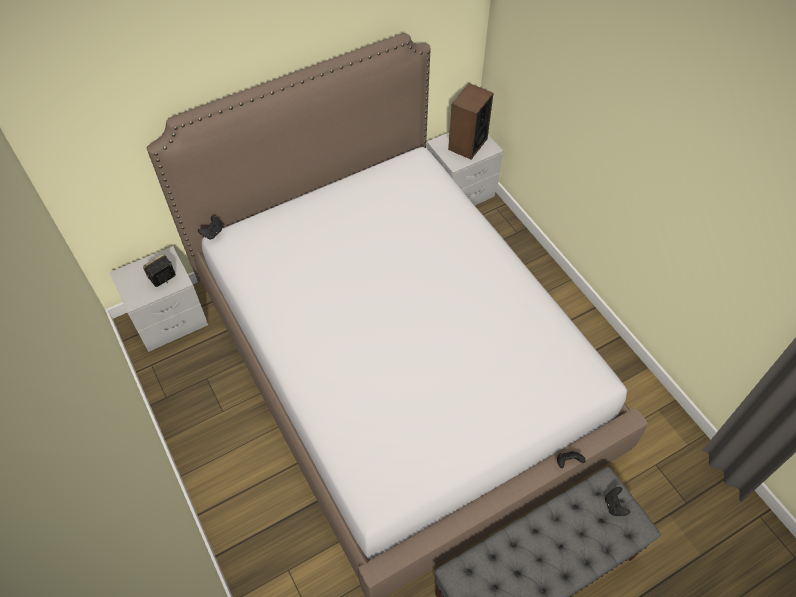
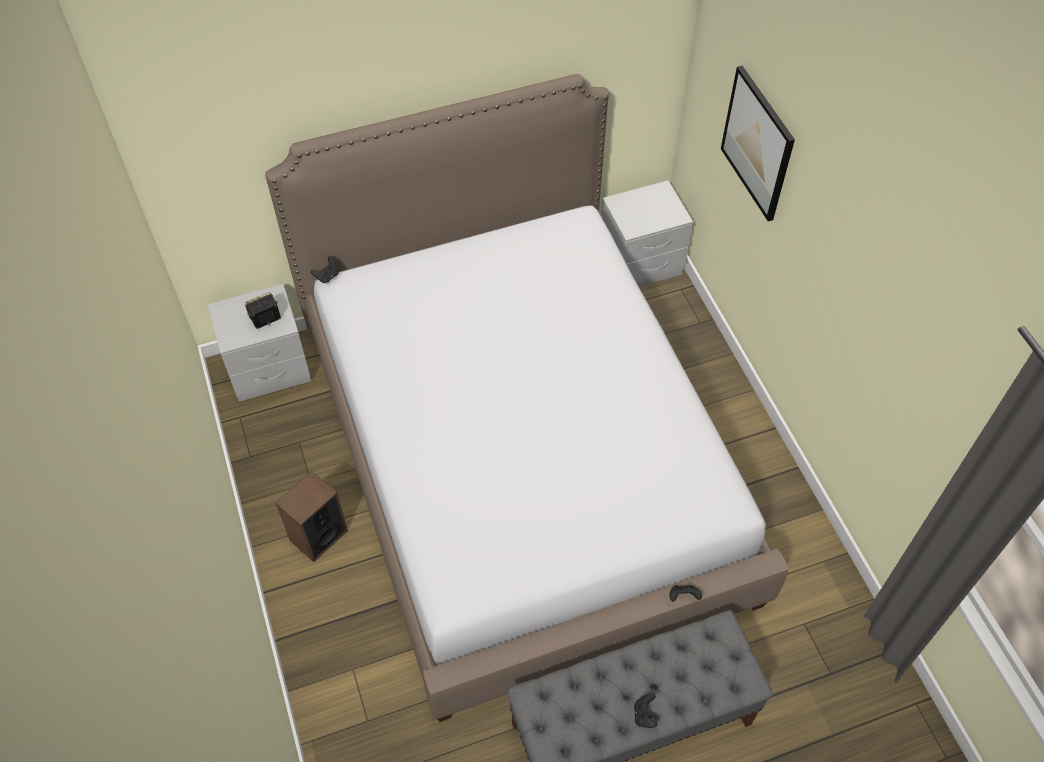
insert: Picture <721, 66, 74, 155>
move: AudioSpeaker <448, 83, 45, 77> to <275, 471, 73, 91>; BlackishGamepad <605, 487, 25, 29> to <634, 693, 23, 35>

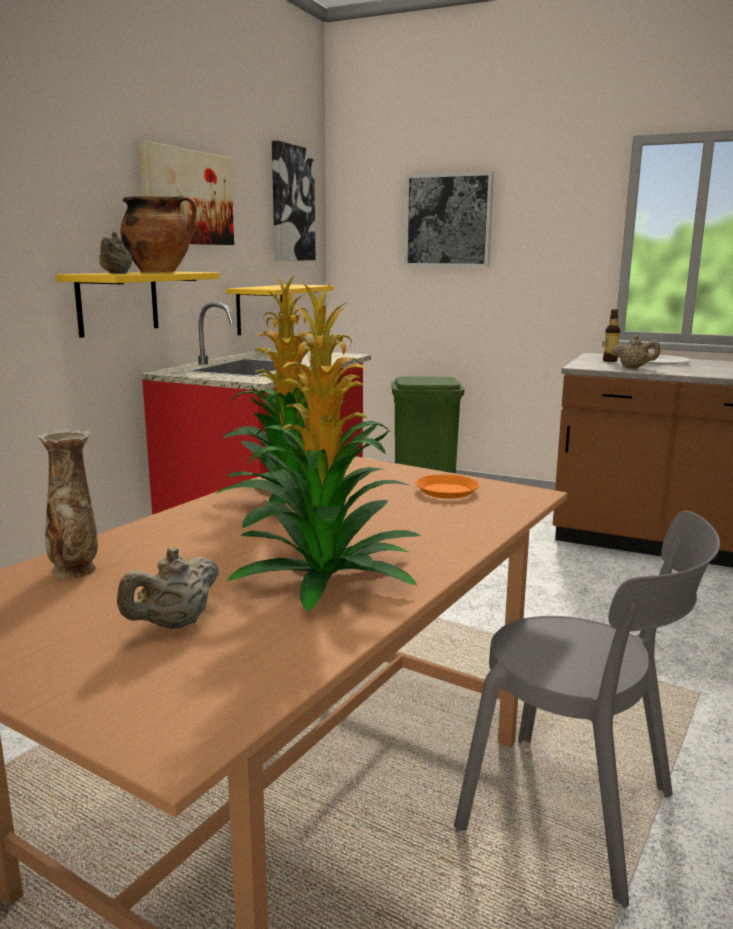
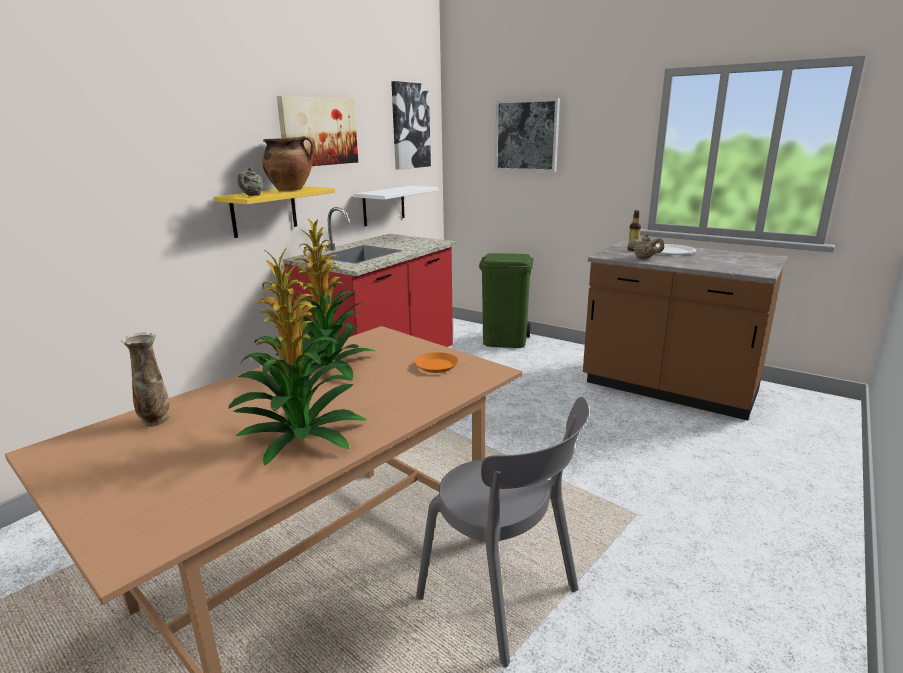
delete: SandColouredTeapot <117, 547, 102, 82>
recolor: YellowishWallShelf <226, 284, 108, 51> to WhitishWallShelf <354, 186, 85, 40>

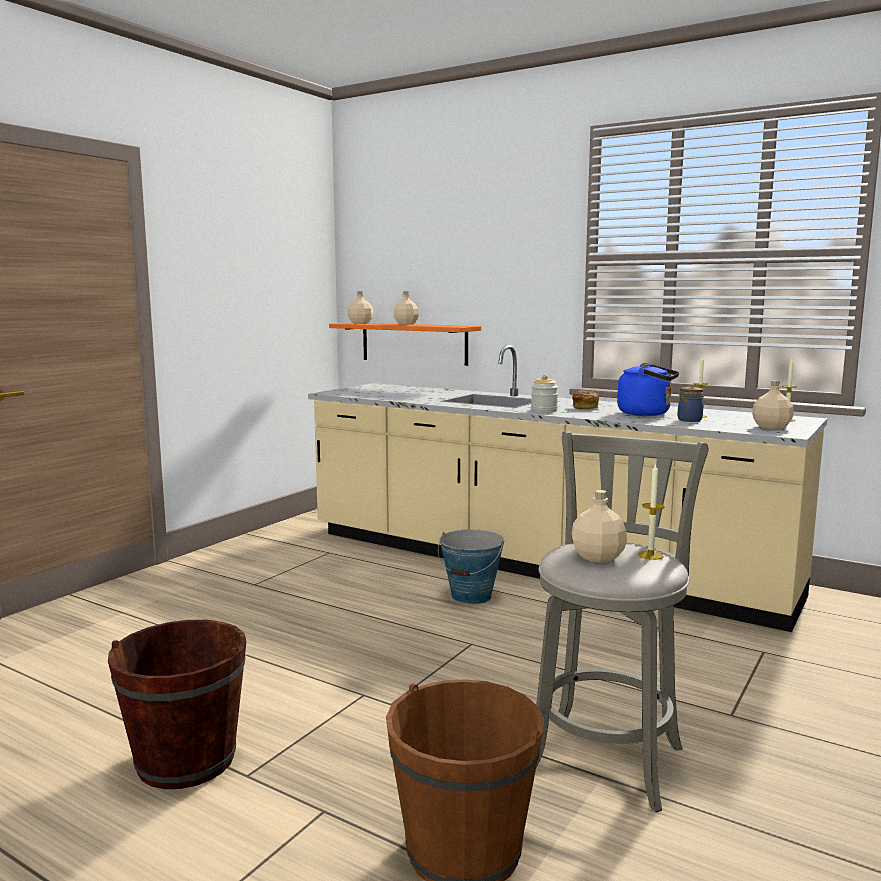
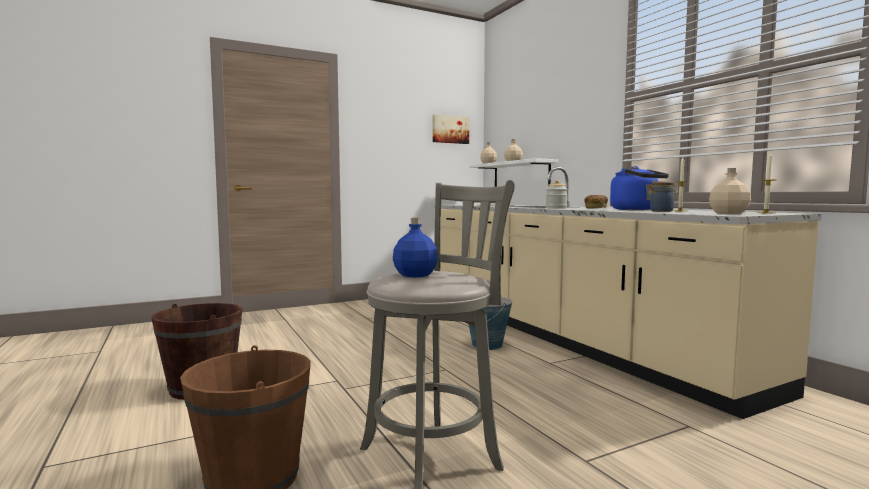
delete: WaxLight <638, 463, 27, 97>
insert: Picture <433, 114, 36, 30>
recolor: SandColouredDrinkBottle <571, 490, 56, 73> to BlueDrinkBottle <393, 218, 45, 59>; OrangeWallShelf <329, 323, 152, 43> to WhitishWallShelf <469, 158, 90, 29>

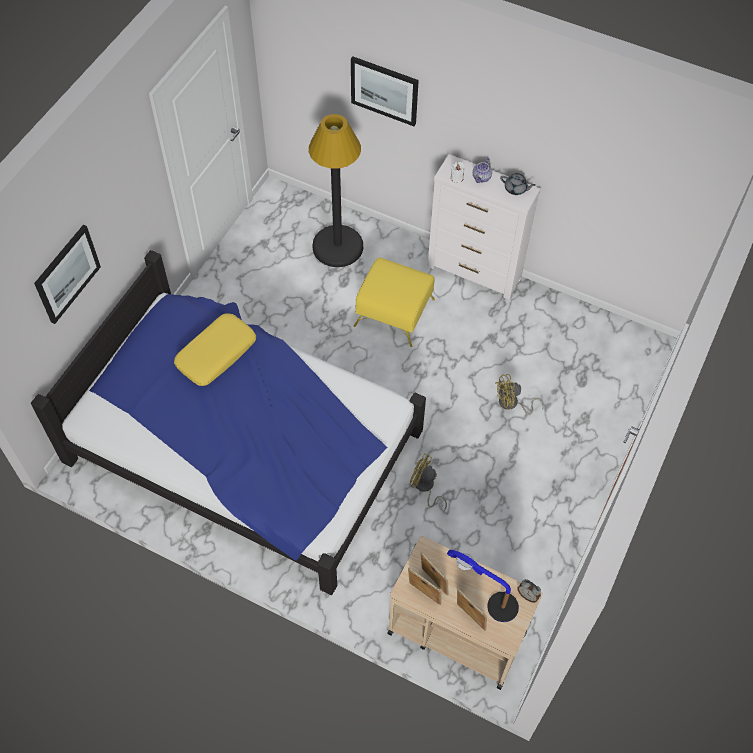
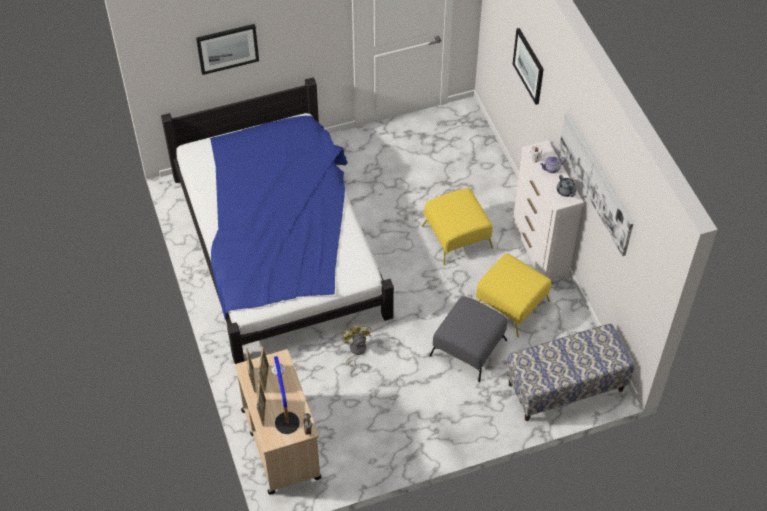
delete: YellowishThrowPillow <174, 313, 82, 73>; BlackishFloorLamp <309, 114, 54, 153>
insert: YellowishOttoman <475, 253, 76, 84>; LongSeat <506, 324, 128, 97>; Picture <560, 112, 73, 144>
replace: YellowishFan <495, 374, 49, 41> to GrayOttoman <430, 296, 77, 86>

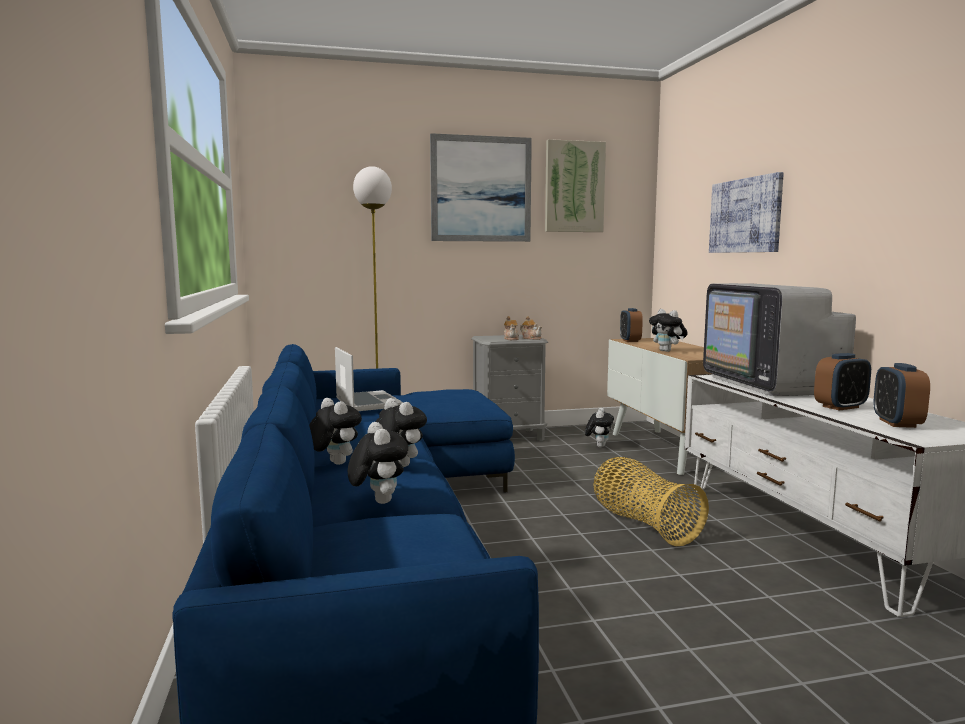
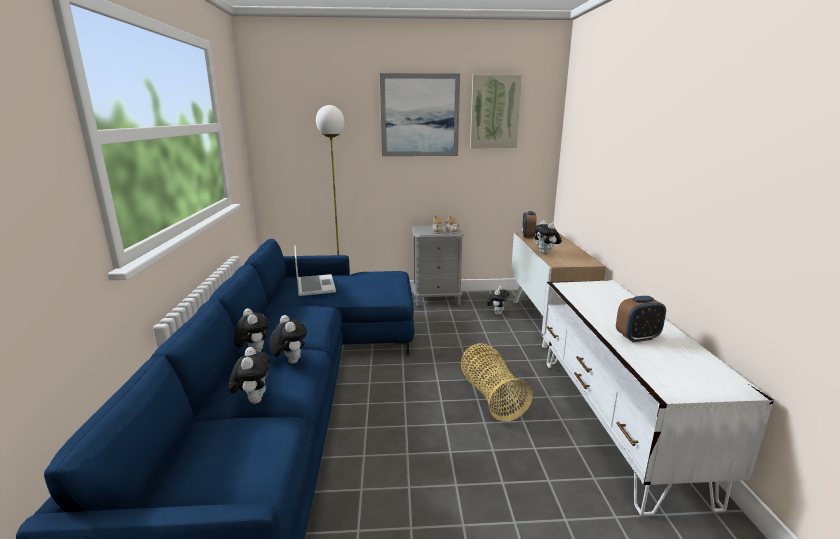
delete: TvSet <703, 283, 153, 113>; Picture <709, 172, 75, 81>; TableClock <873, 363, 57, 65>

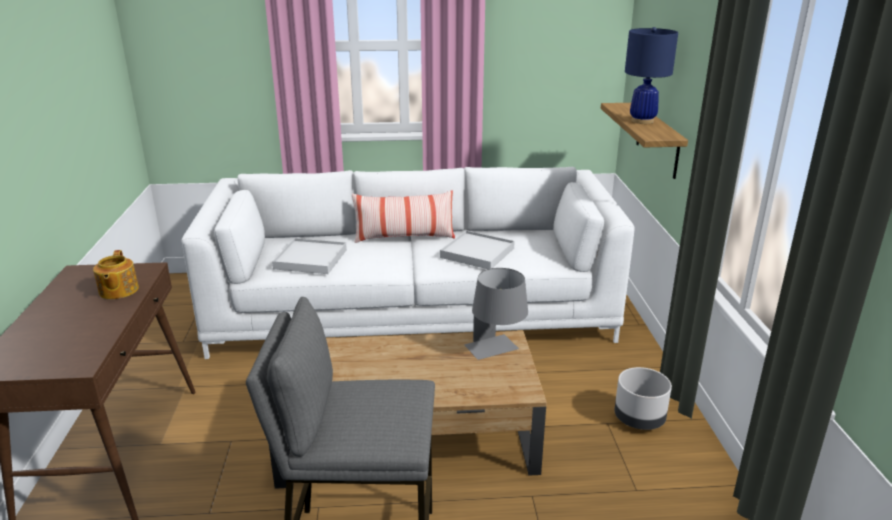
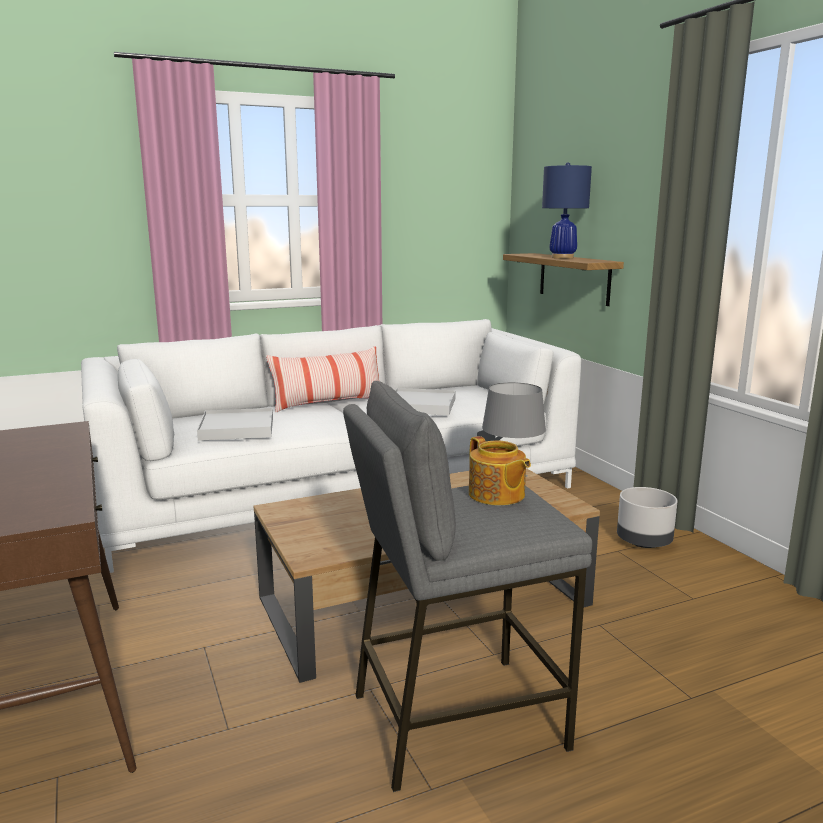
move: Teapot <93, 250, 46, 49> to <469, 436, 62, 70>

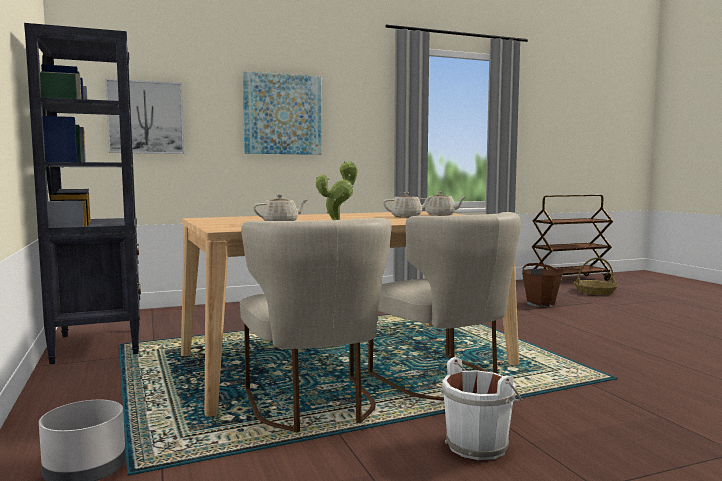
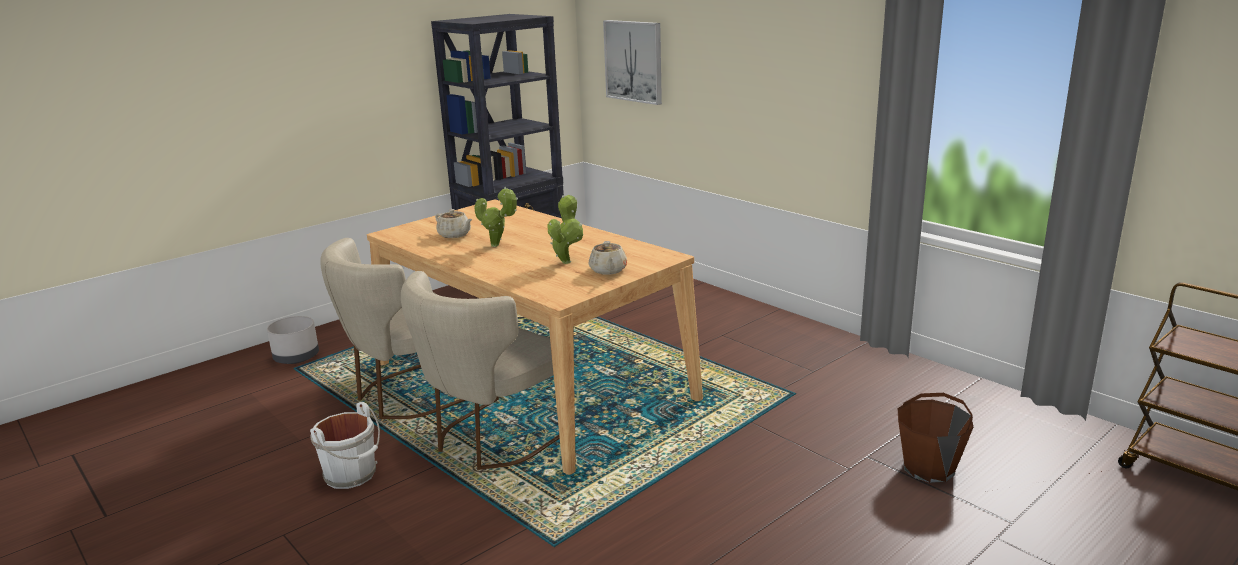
delete: Picture <243, 71, 79, 84>; Basket <574, 257, 44, 38>
replace: SandColouredTeapot <383, 192, 49, 25> to PottedPlant <548, 195, 35, 69>

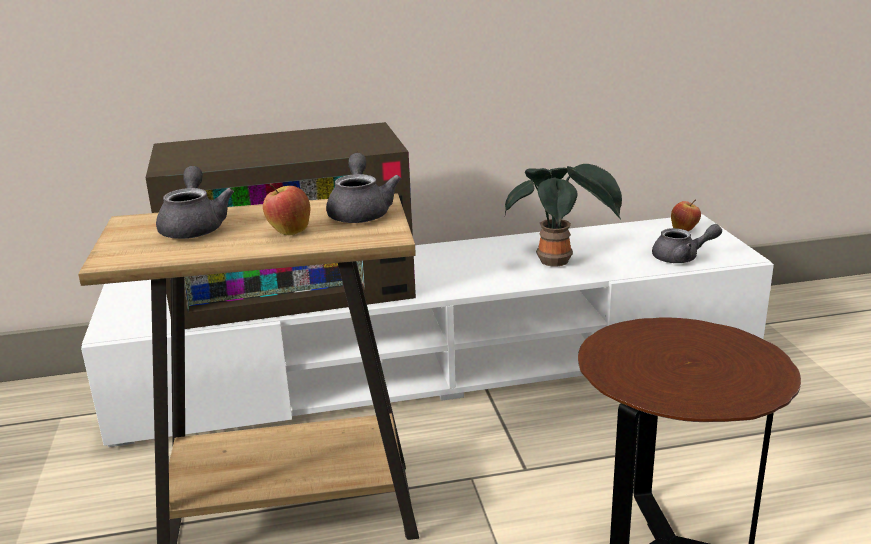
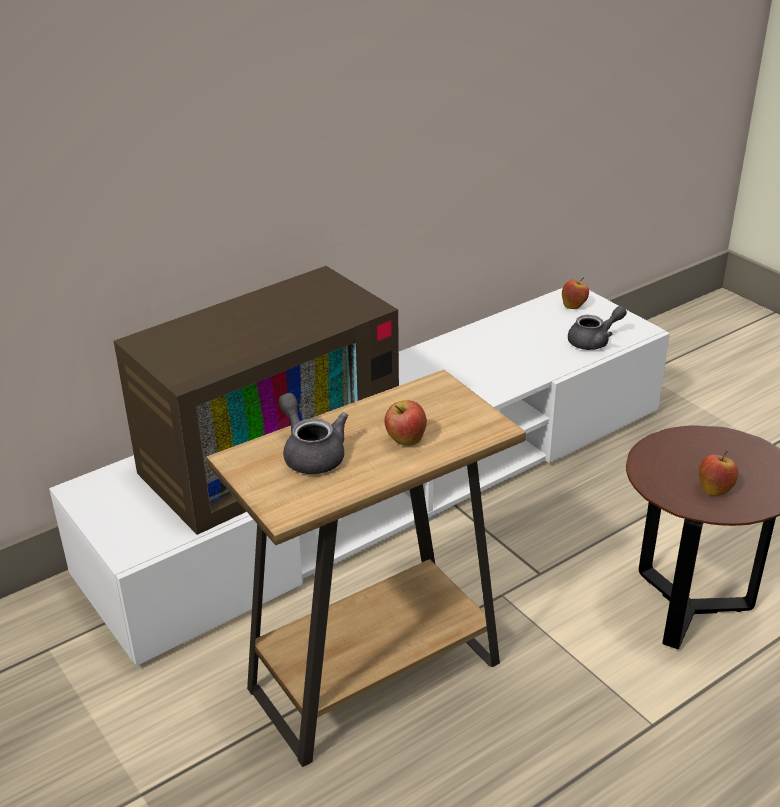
delete: GrayTeapot <326, 153, 75, 70>; PottedPlant <505, 164, 117, 103>
insert: Apple <699, 451, 39, 45>

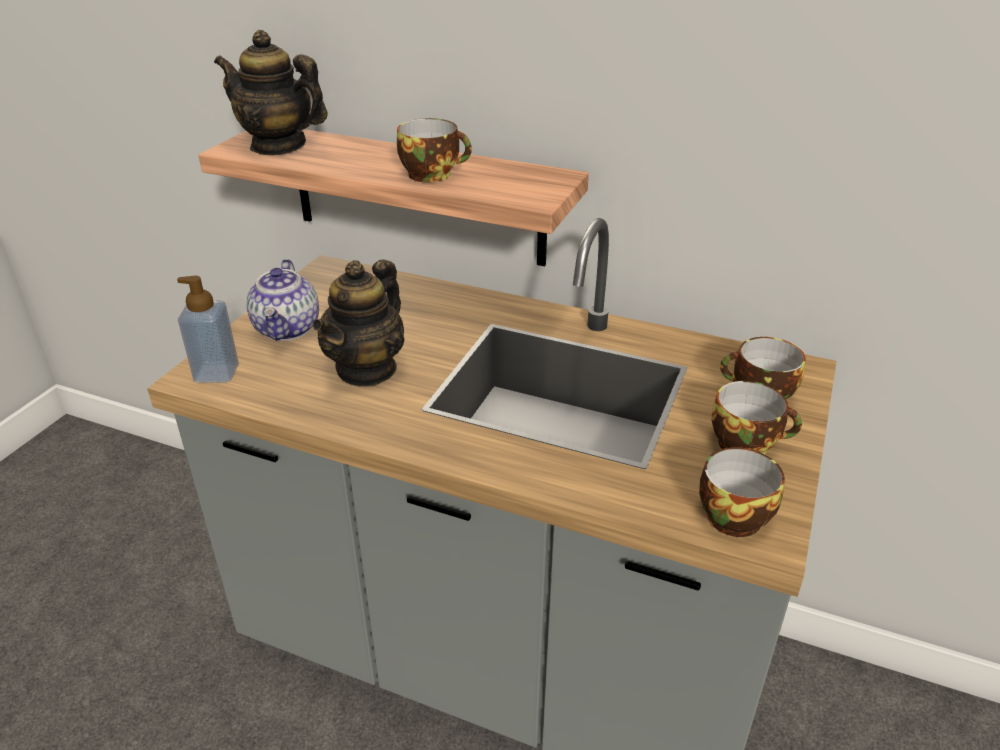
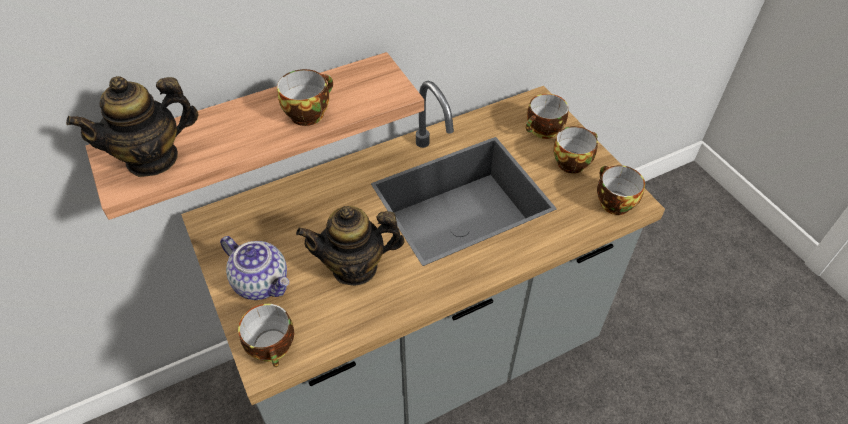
replace: SoapDispenser <177, 276, 62, 107> to SmallCup <238, 304, 56, 63>
rotate: Teapot <312, 259, 93, 128> = <296, 206, 109, 80> 105 degrees clockwise

